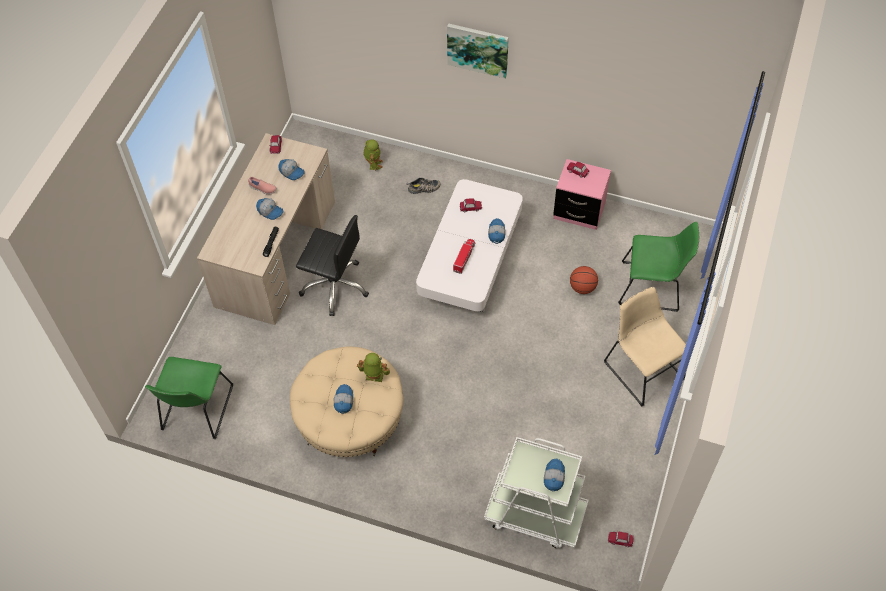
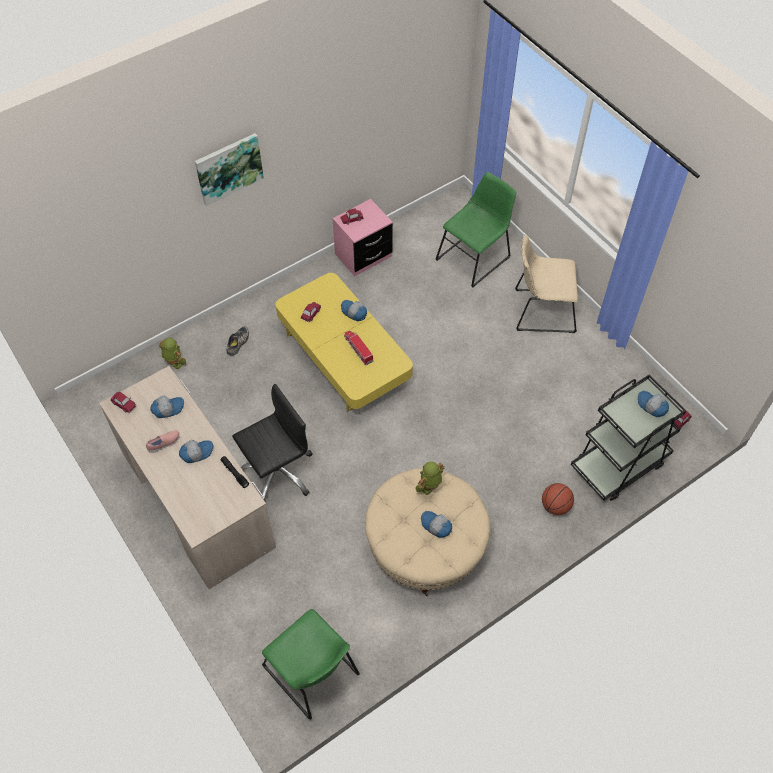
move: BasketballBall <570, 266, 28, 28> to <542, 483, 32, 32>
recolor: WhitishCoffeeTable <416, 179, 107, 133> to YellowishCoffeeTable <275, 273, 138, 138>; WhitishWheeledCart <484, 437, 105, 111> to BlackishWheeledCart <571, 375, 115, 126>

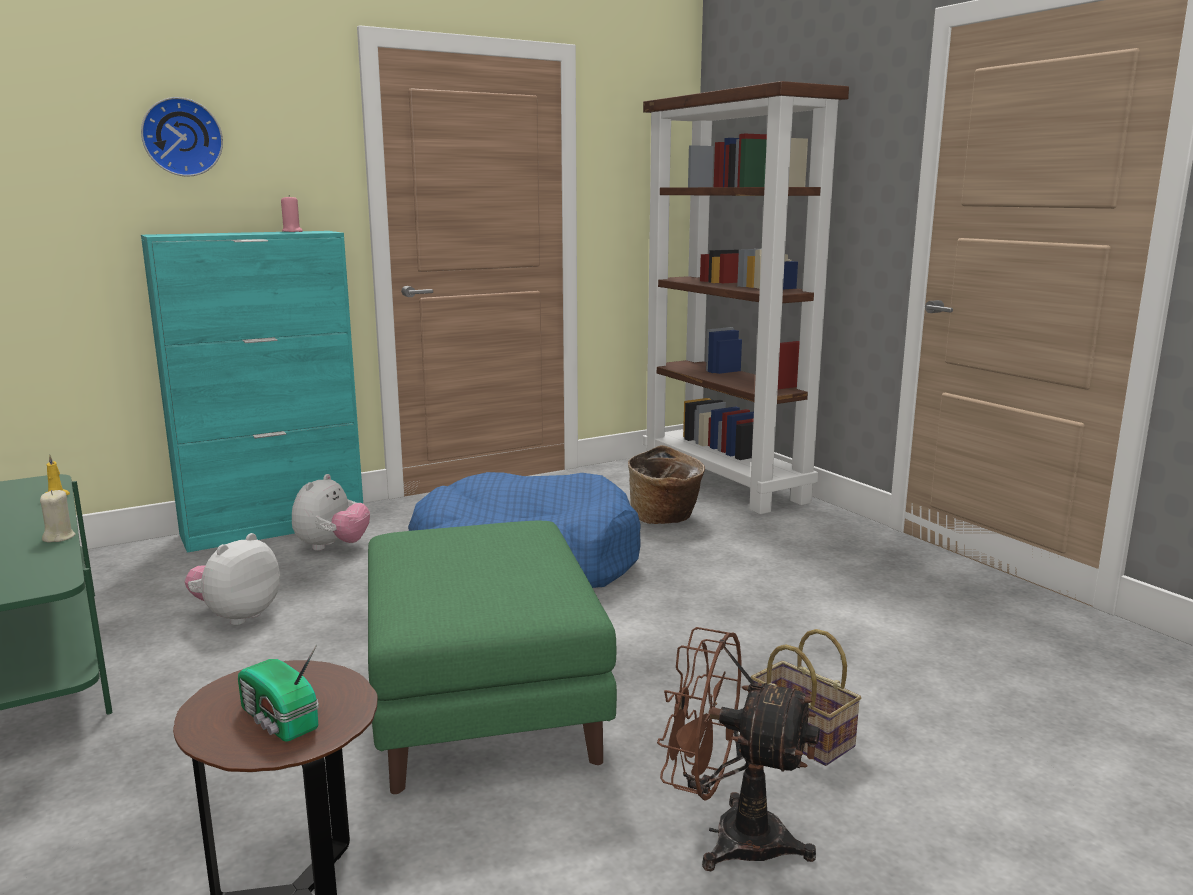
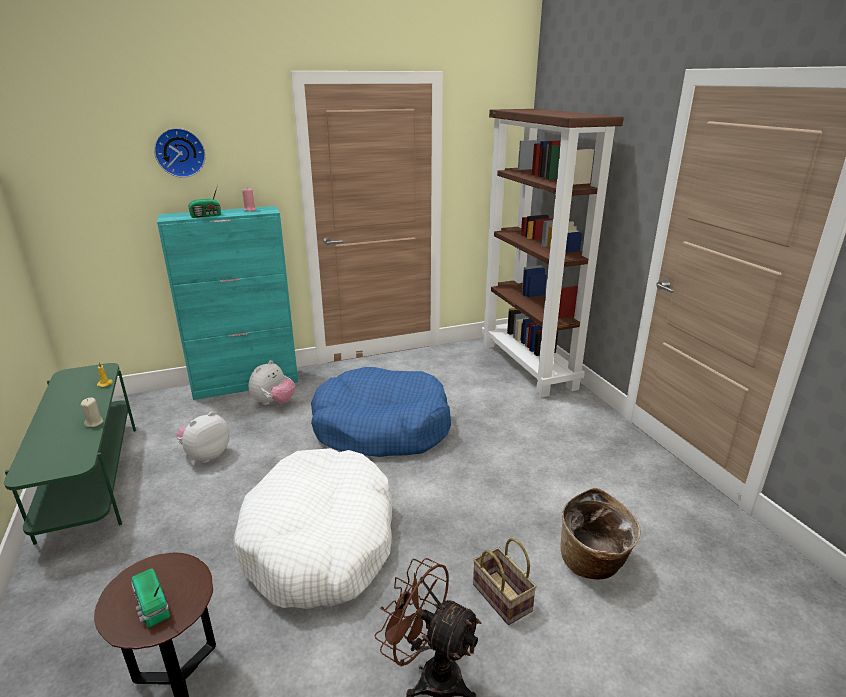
insert: Radio <188, 185, 33, 33>
move: Basket <628, 445, 77, 79> to <560, 488, 80, 92>
replace: GreenishOttoman <368, 521, 249, 273> to WhitishDogCushion <233, 448, 159, 161>

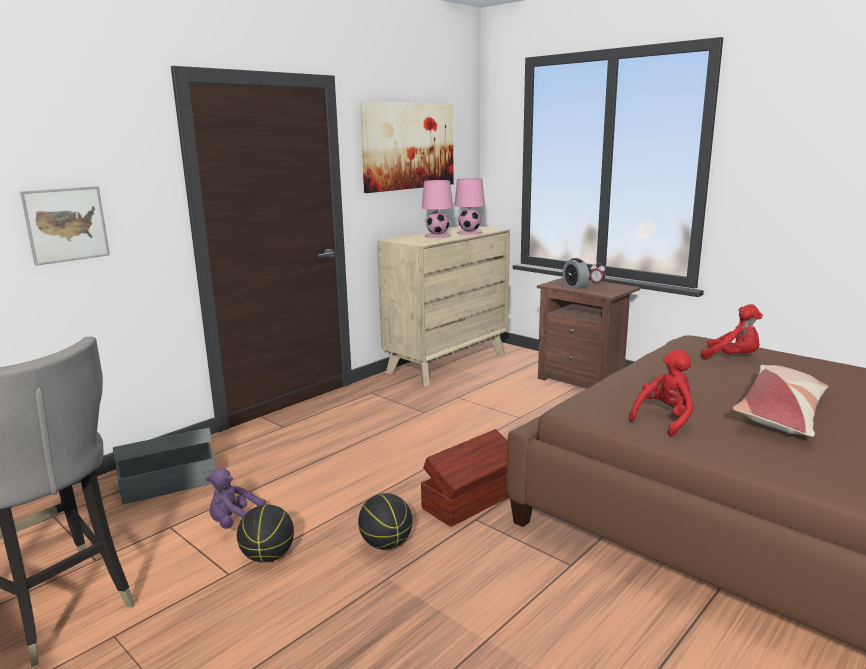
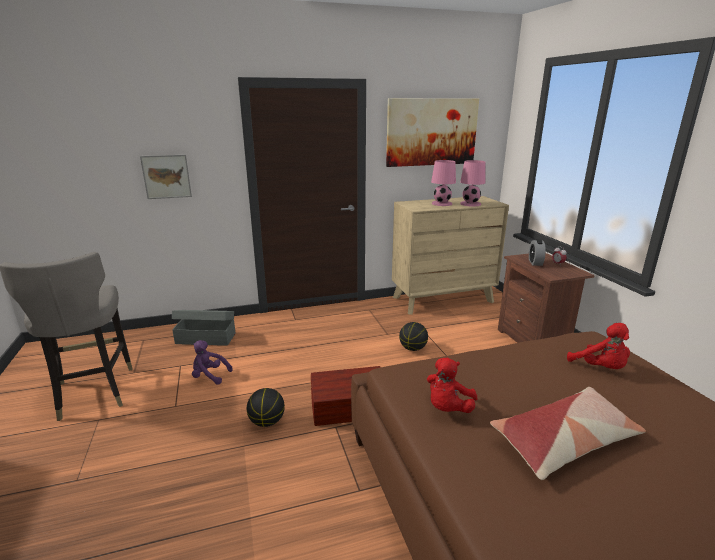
move: BasketballBall <237, 504, 57, 58> to <399, 322, 29, 29>
rotate: RedSoftToy <628, 349, 66, 88> = <427, 358, 50, 55> 135 degrees clockwise

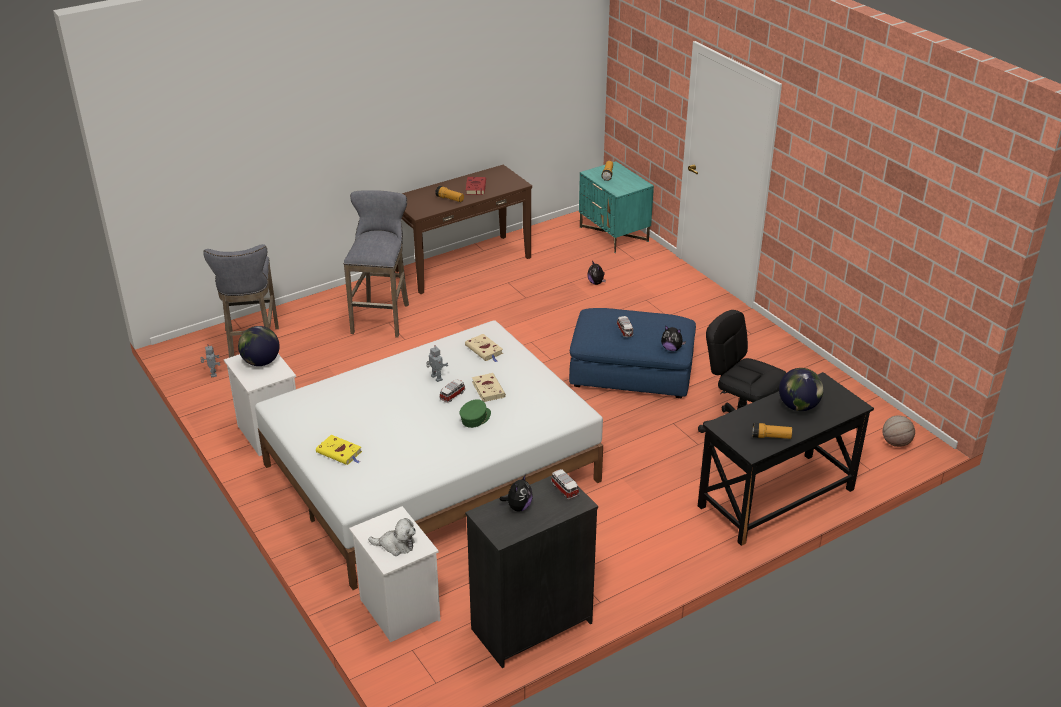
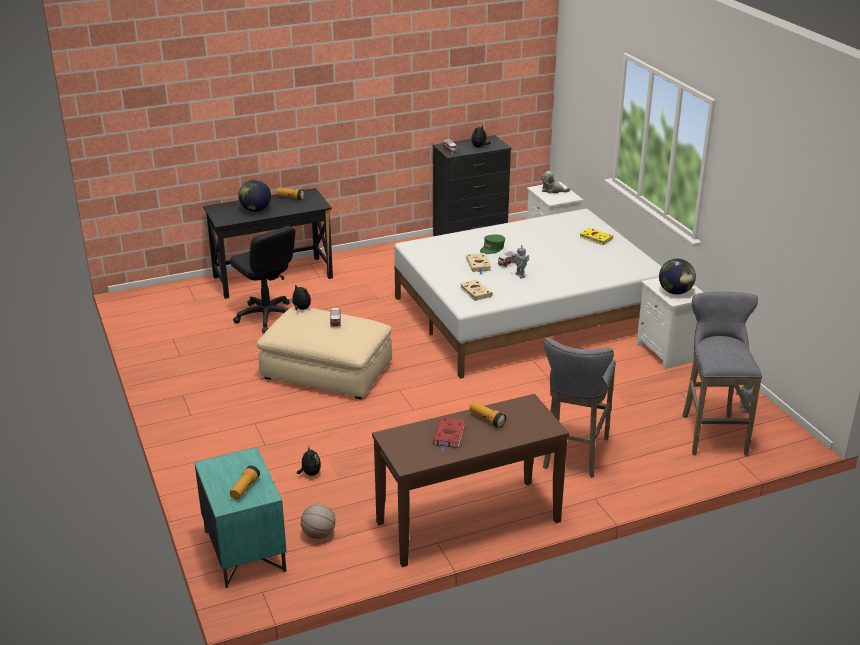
move: BasketballBall <882, 415, 33, 32> to <301, 504, 35, 35>
recolor: BlueOttoman <569, 308, 127, 90> to SandColouredOttoman <257, 307, 135, 92>

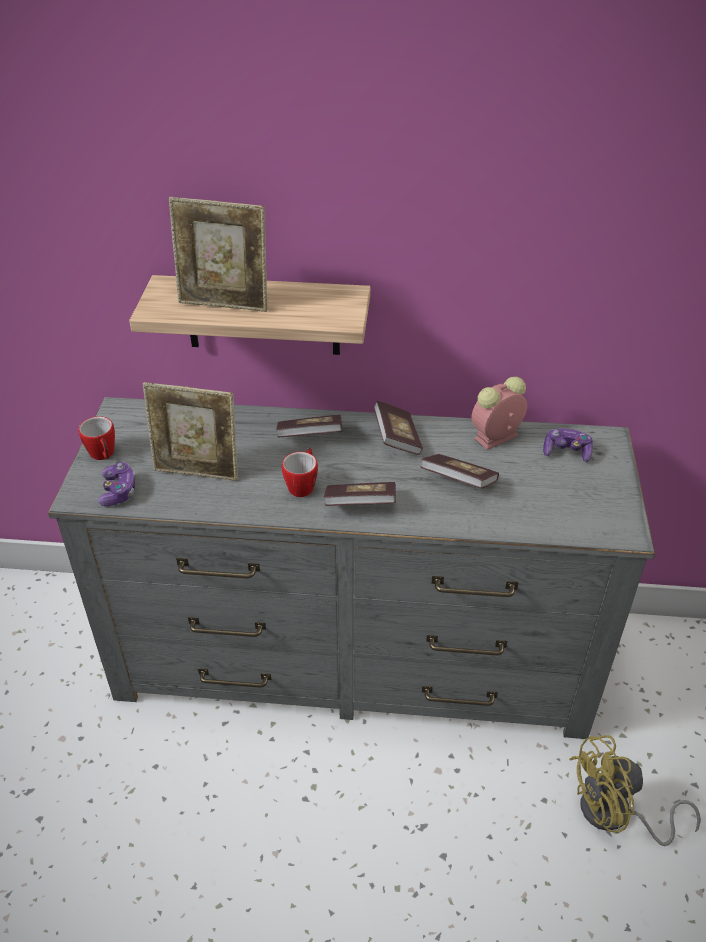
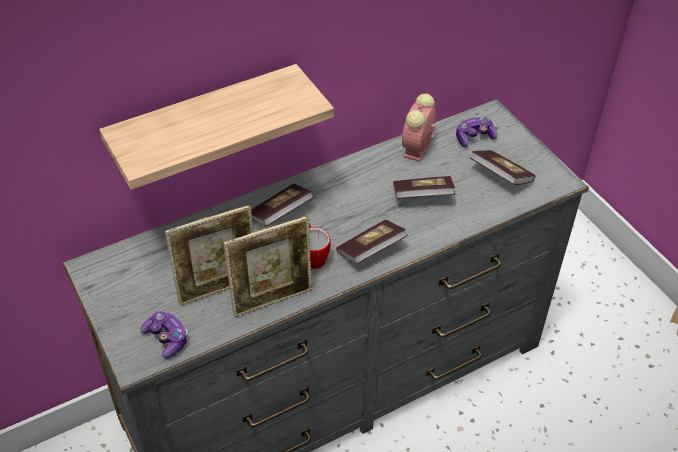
delete: TeaMug <79, 416, 36, 44>; YellowishFan <569, 735, 132, 111>
move: PhotoFrame <169, 197, 99, 115> to <224, 216, 88, 101>; Volume <373, 400, 50, 55> to <470, 150, 66, 35>

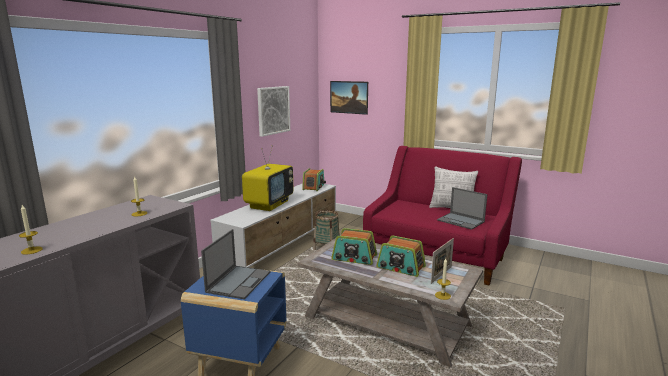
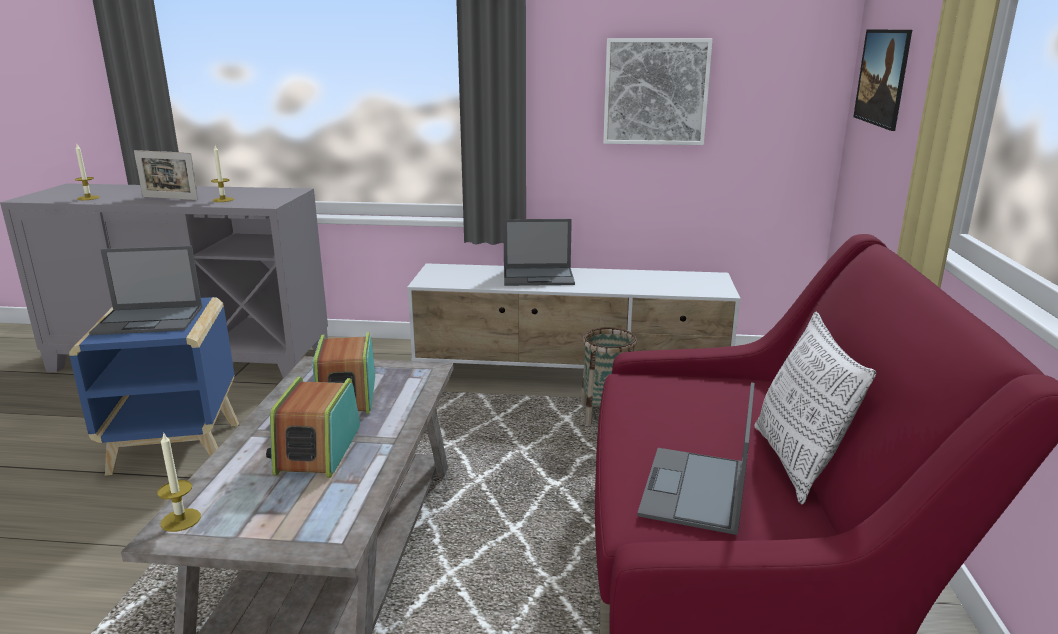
delete: Radio <302, 168, 24, 23>
move: PhotoFrame <431, 238, 23, 46> to <134, 150, 64, 50>
replace: TvSet <242, 148, 52, 63> to PortableComputer <503, 219, 72, 67>

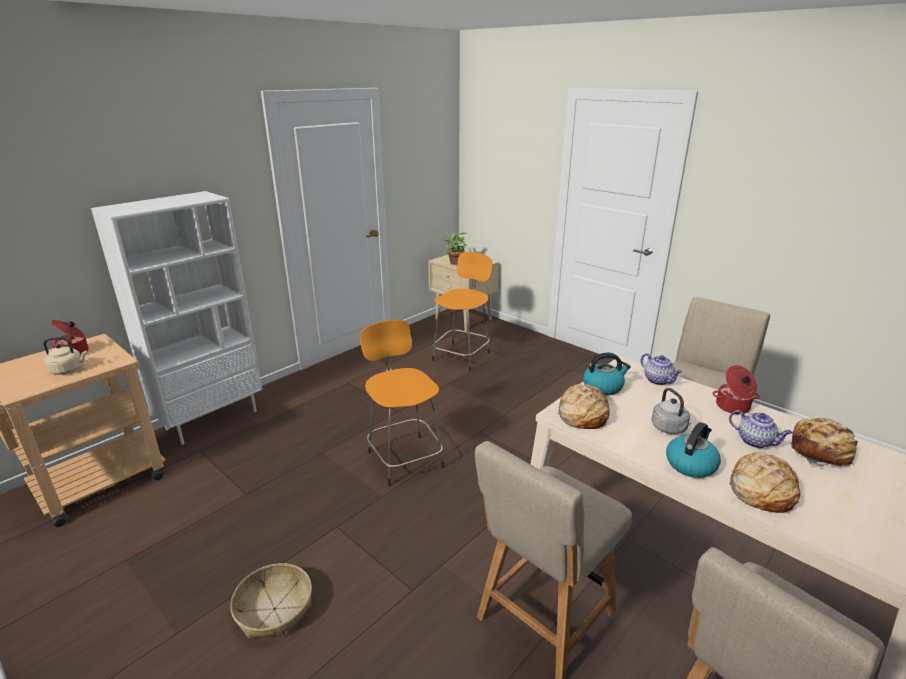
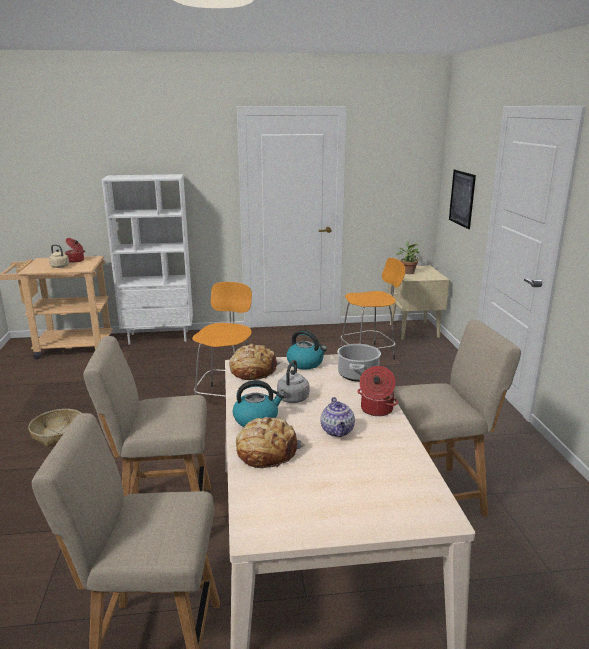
delete: Bread <790, 418, 68, 49>
insert: Picture <449, 170, 27, 59>
replace: Teapot <641, 353, 41, 32> to Stockpot <337, 344, 44, 38>

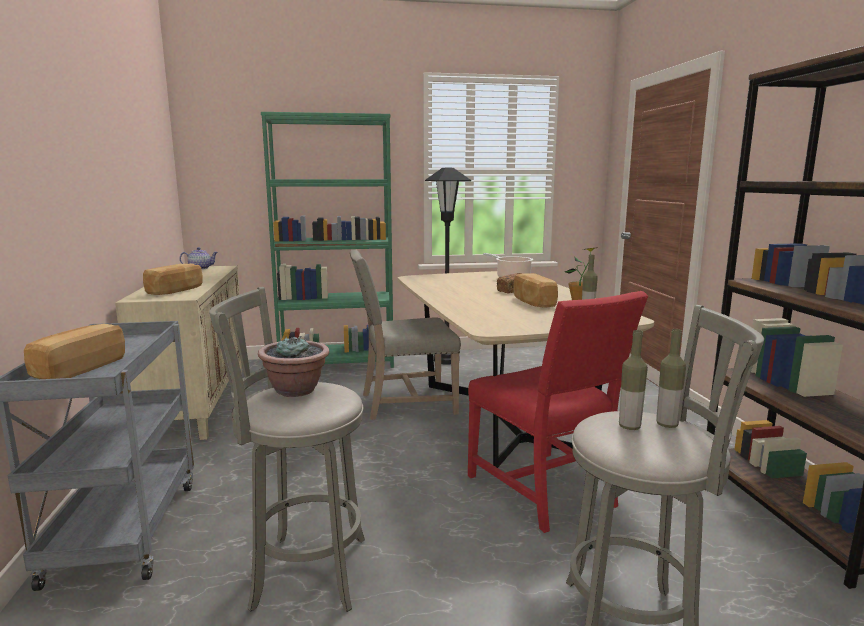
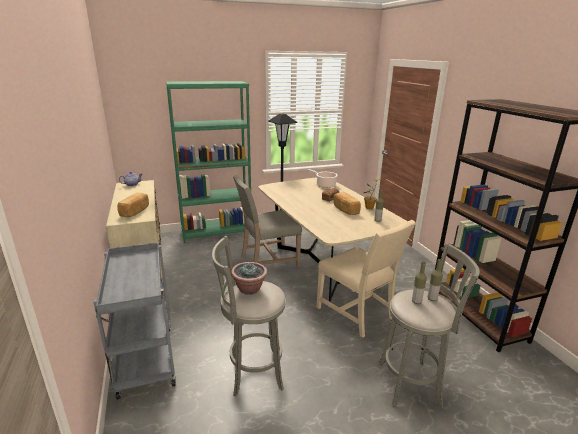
delete: Bread <24, 324, 101, 55>
recolor: RedChair <468, 291, 180, 242> to SandColouredChair <317, 220, 99, 118>

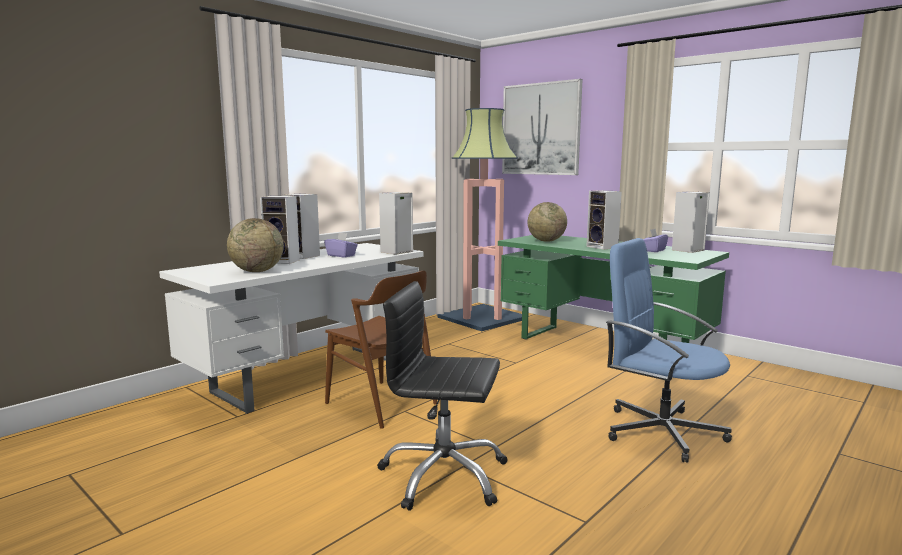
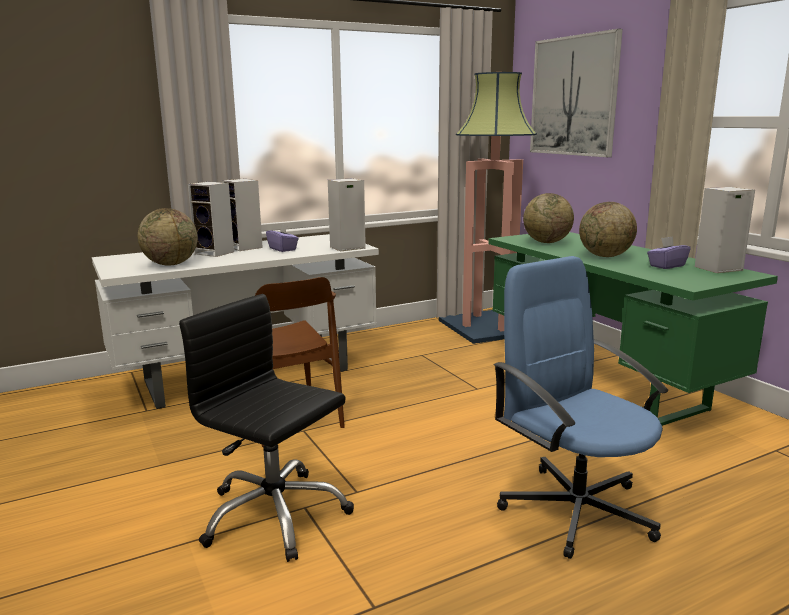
replace: AudioSpeaker <586, 190, 36, 60> to DeskGlobe <579, 202, 58, 55>

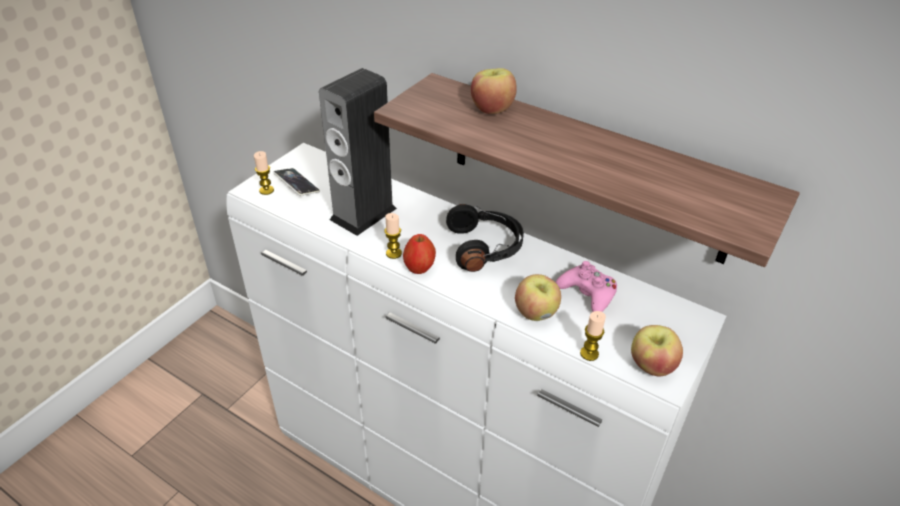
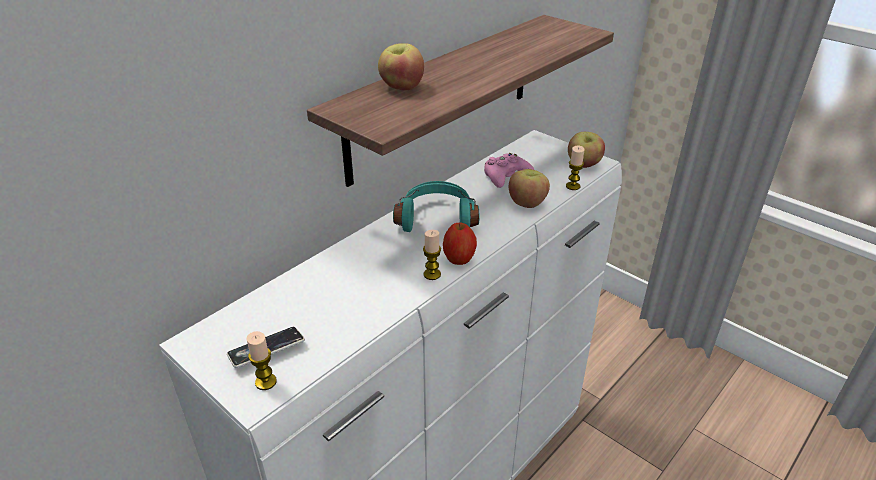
delete: AudioSpeaker <319, 68, 78, 168>
recolor: BlackishHeadset <446, 204, 78, 68> to TurquoiseColouredHeadset <393, 181, 86, 51>

